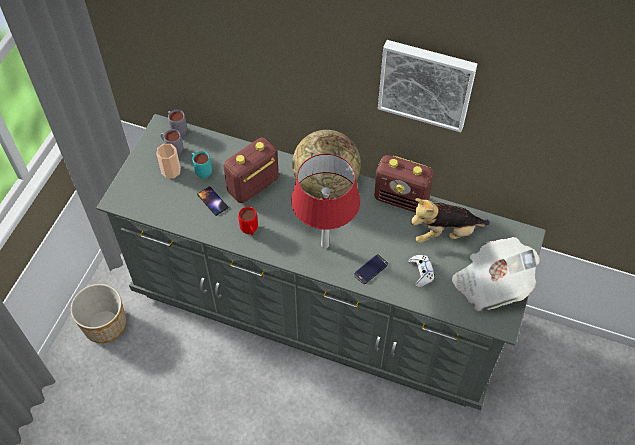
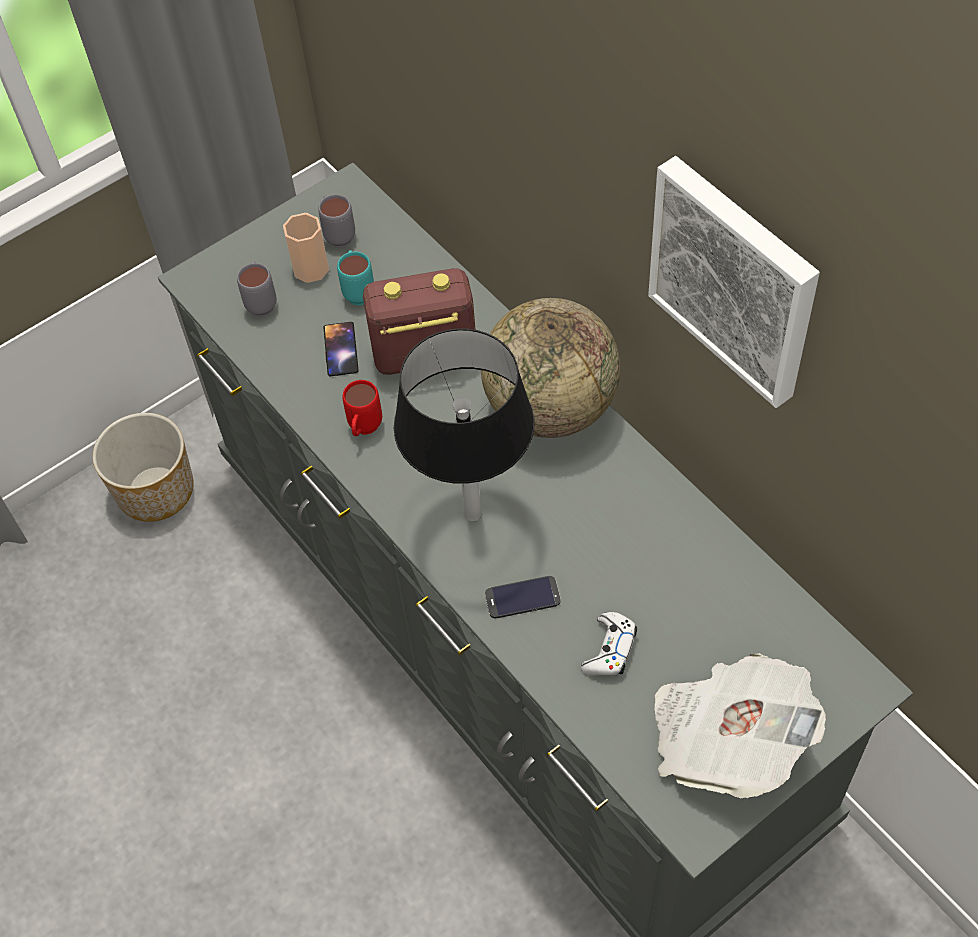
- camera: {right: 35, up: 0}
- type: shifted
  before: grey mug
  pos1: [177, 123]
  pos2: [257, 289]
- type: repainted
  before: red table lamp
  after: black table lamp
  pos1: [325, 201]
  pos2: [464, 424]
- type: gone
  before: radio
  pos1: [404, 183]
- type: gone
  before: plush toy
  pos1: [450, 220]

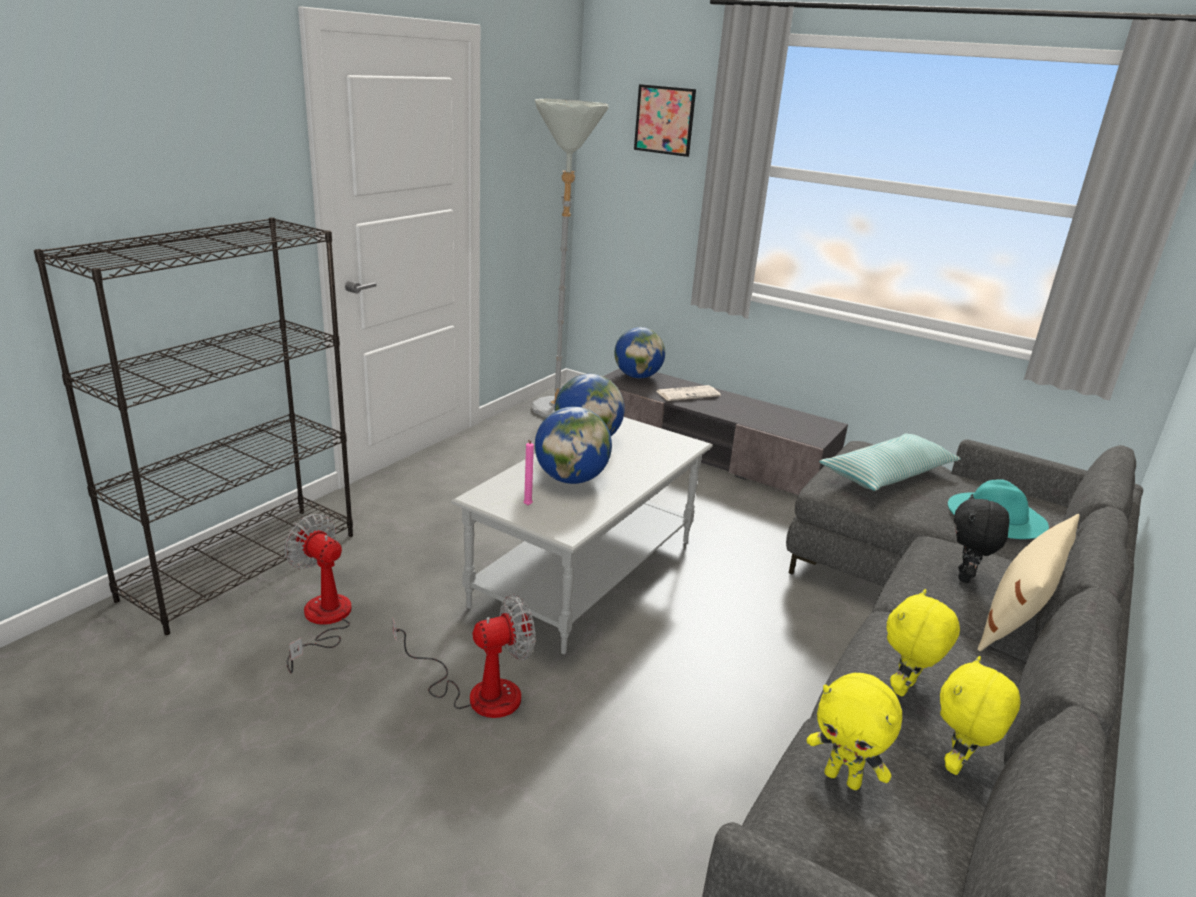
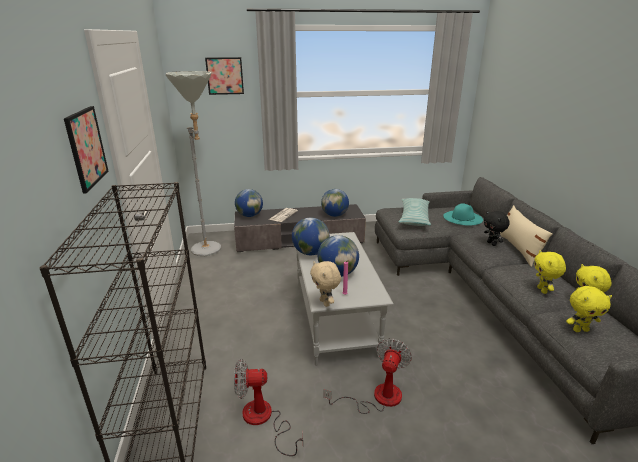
- camera: {right: -40, up: 0}
- type: new
  after: picture
  pos2: [86, 150]
- type: new
  after: beige plush toy
  pos2: [325, 284]
- type: new
  after: globe
  pos2: [335, 203]

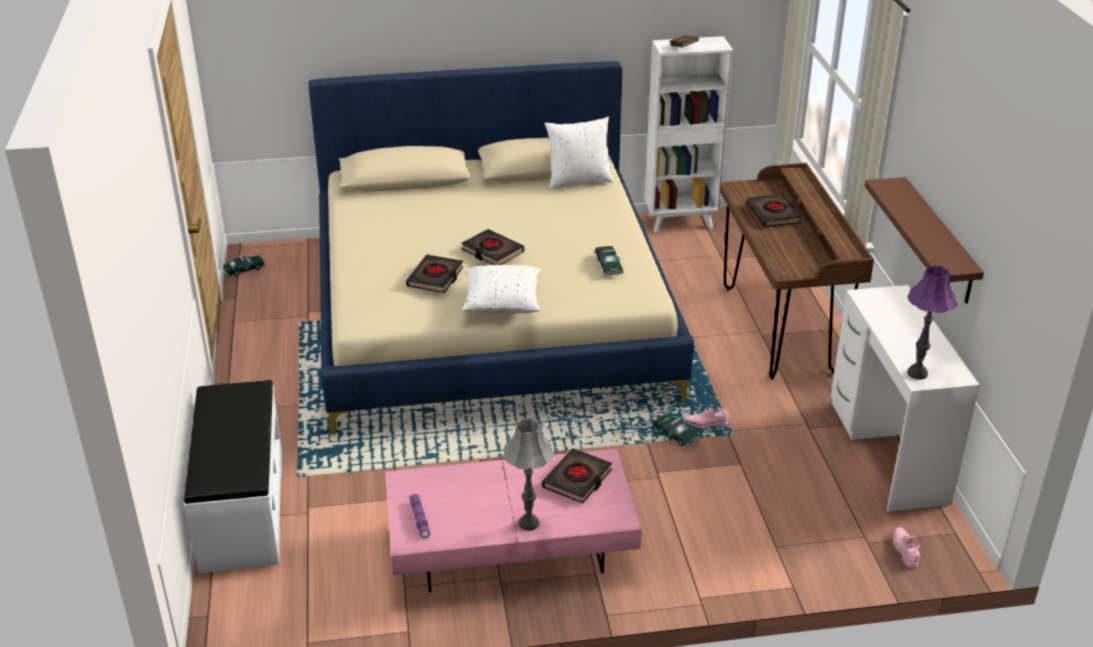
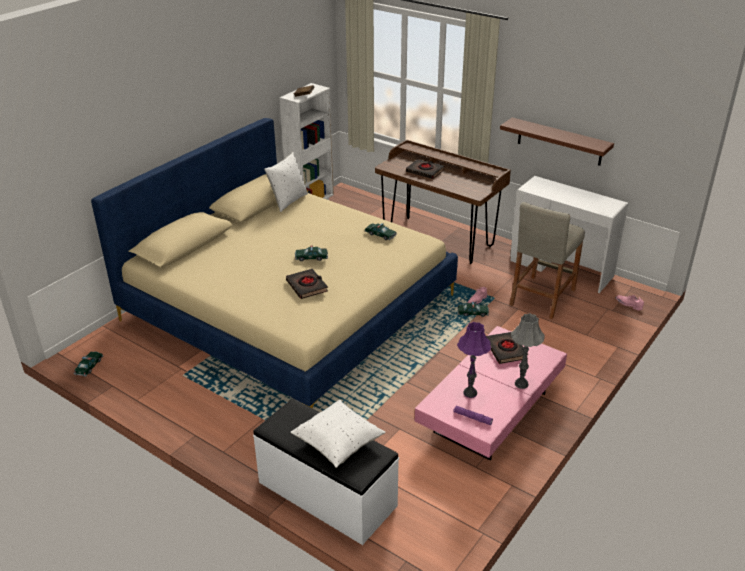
- camera: {right: -45, up: 0}
- type: swapped
  before: black book
  after: toy car
  pos1: [492, 247]
  pos2: [311, 253]
- type: shifted
  before: white pillow
  pos1: [501, 289]
  pos2: [338, 434]
- type: shifted
  before: purple table lamp
  pos1: [932, 322]
  pos2: [474, 360]
- type: new
  after: beige stool
  pos2: [547, 260]

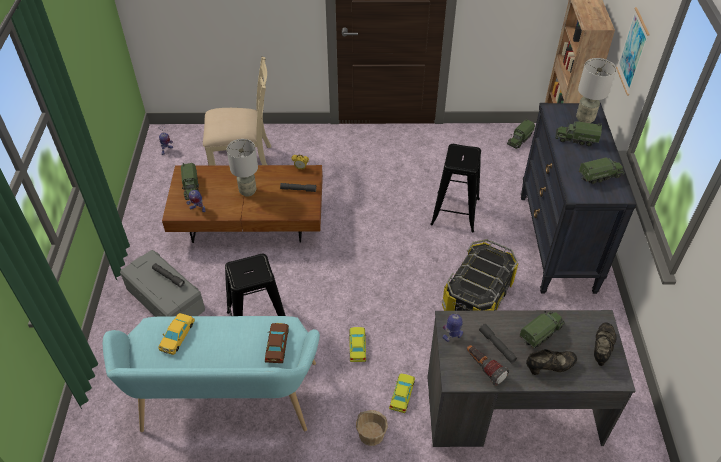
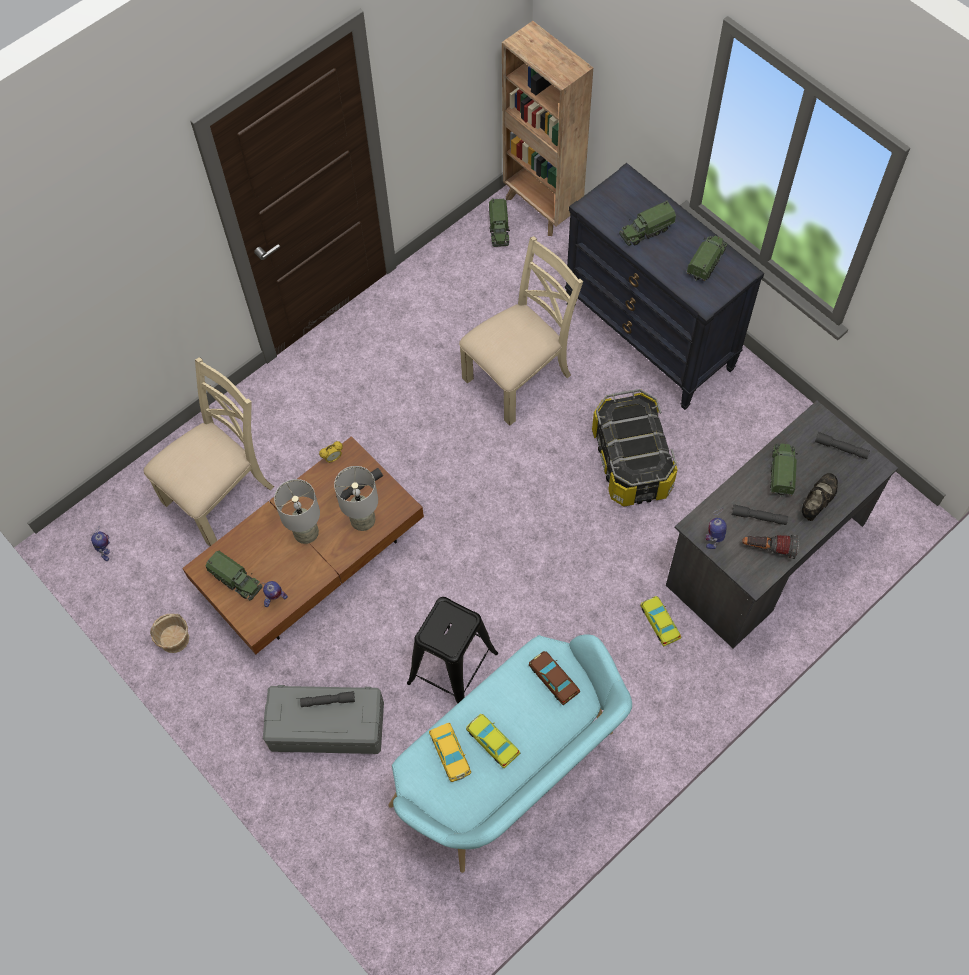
- camera: {right: -40, up: 15}
- type: shifted
  before: yellow toy car
  pos1: [357, 344]
  pos2: [493, 741]
- type: shifted
  before: basket
  pos1: [372, 428]
  pos2: [169, 633]
- type: swapped
  before: black stool
  after: beige chair
  pos1: [455, 188]
  pos2: [521, 331]
- type: shifted
  before: grey table lamp
  pos1: [596, 90]
  pos2: [356, 498]
- type: swapped
  before: black shoe
  after: grey flashlight
  pos1: [605, 344]
  pos2: [842, 445]
- type: gone
  before: picture
  pos1: [633, 51]

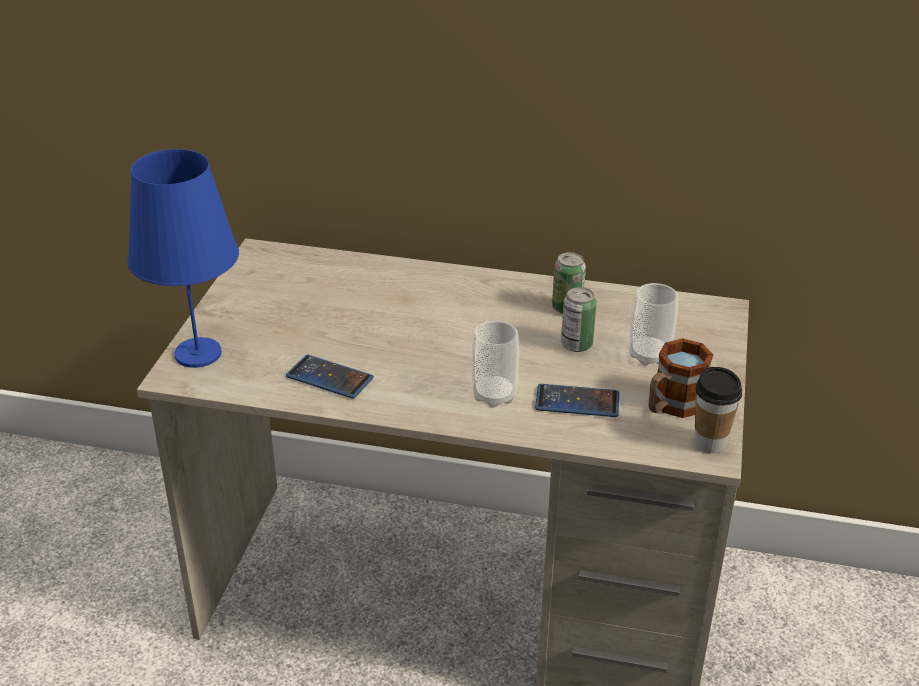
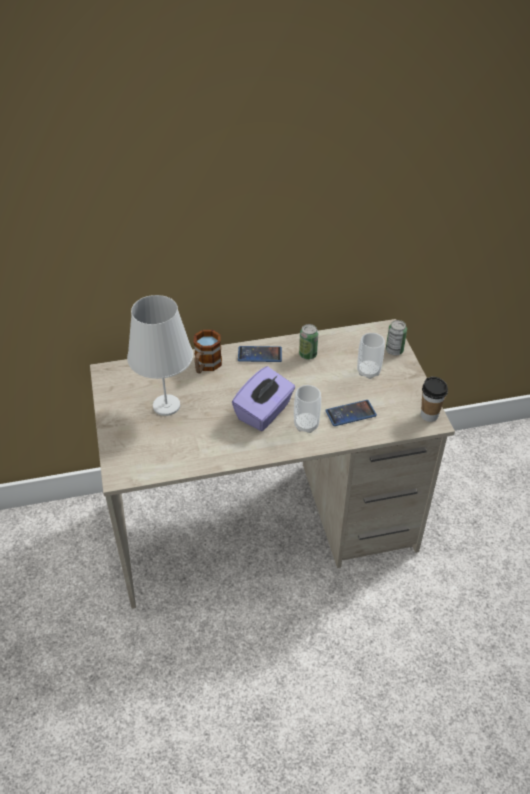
- camera: {right: -25, up: 10}
- type: gone
  before: blue table lamp
  pos1: [183, 258]
- type: shifted
  before: phone
  pos1: [330, 377]
  pos2: [260, 354]
- type: shifted
  before: can
  pos1: [579, 319]
  pos2: [396, 337]
- type: shifted
  before: mug
  pos1: [681, 378]
  pos2: [208, 351]
- type: new
  after: white table lamp
  pos2: [160, 355]
- type: new
  after: purple tissue box
  pos2: [263, 398]

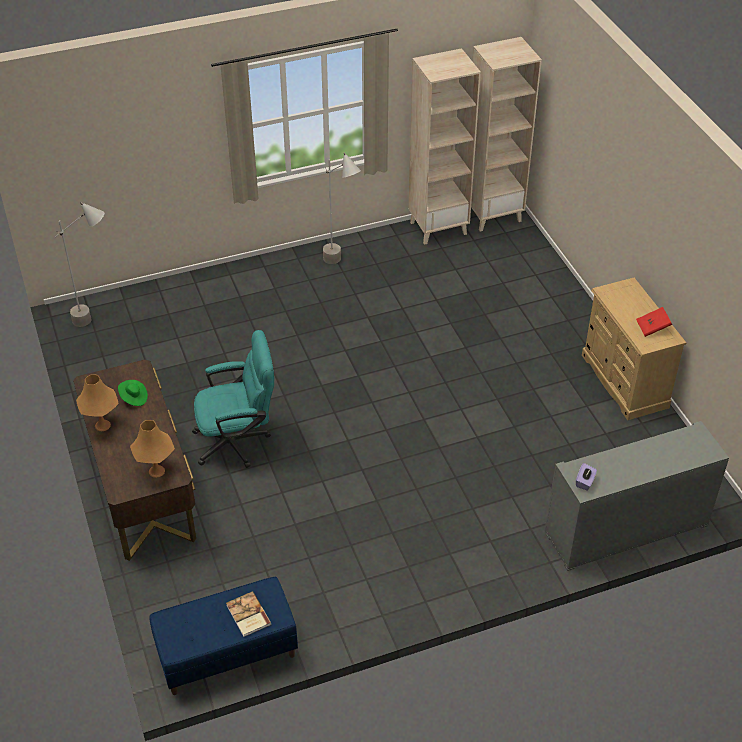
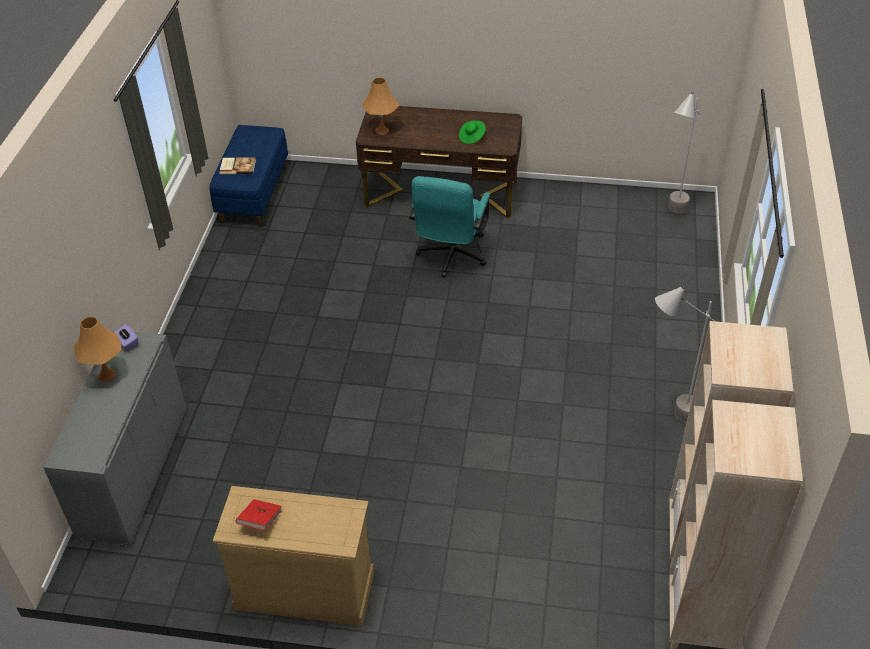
- camera: {right: 120, up: 0}
- type: shifted
  before: orange table lamp
  pos1: [97, 402]
  pos2: [98, 349]

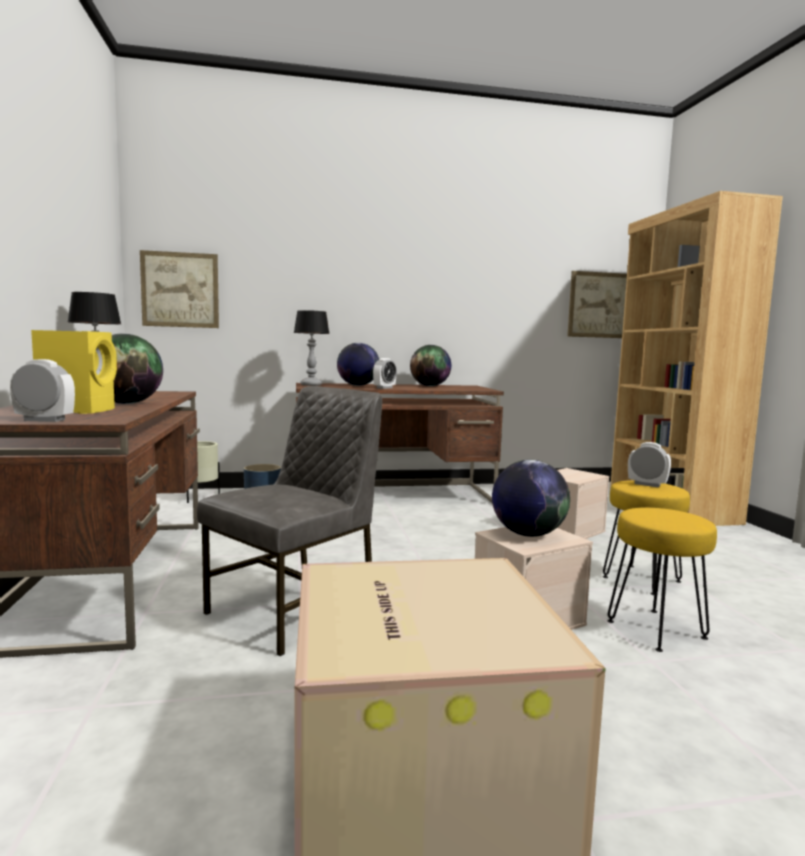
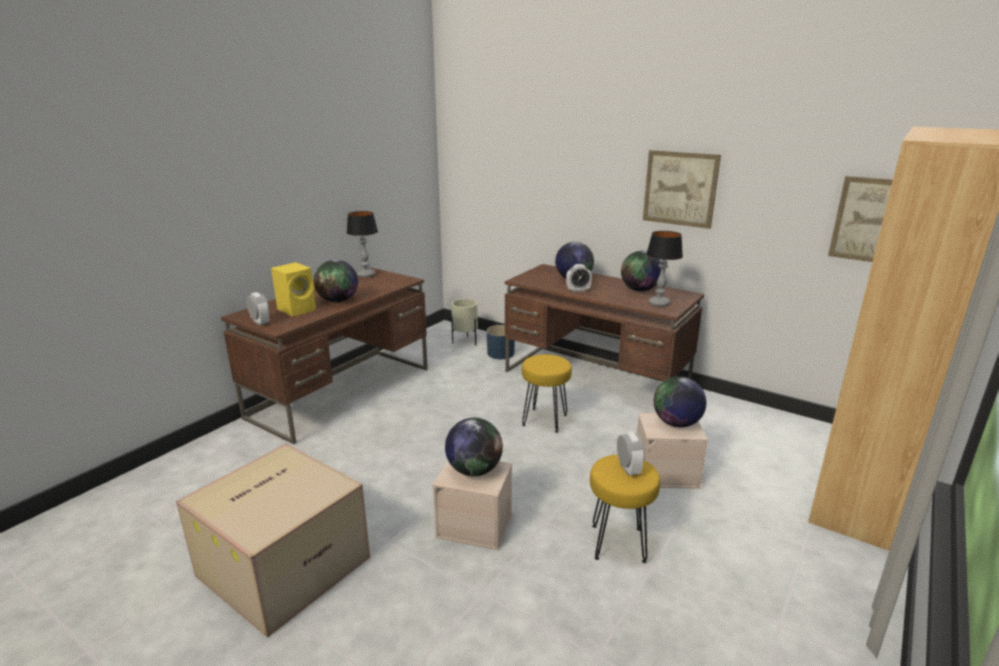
- camera: {right: 45, up: 15}
- type: shifted
  before: picture
  pos1: [179, 289]
  pos2: [682, 189]
- type: gone
  before: grey chair
  pos1: [289, 521]
- type: shifted
  before: table lamp
  pos1: [312, 348]
  pos2: [664, 269]
- type: shifted
  before: yellow stool
  pos1: [662, 580]
  pos2: [547, 393]
- type: new
  after: globe
  pos2: [680, 401]

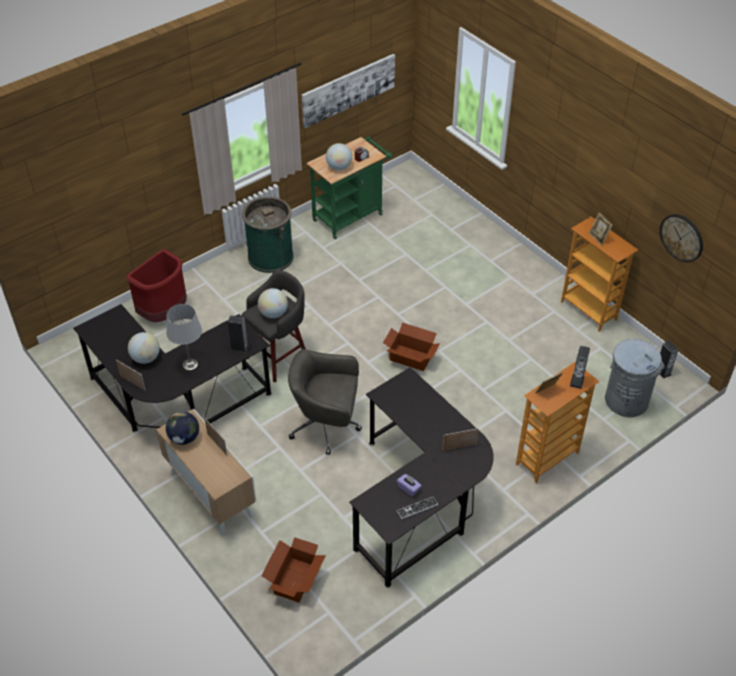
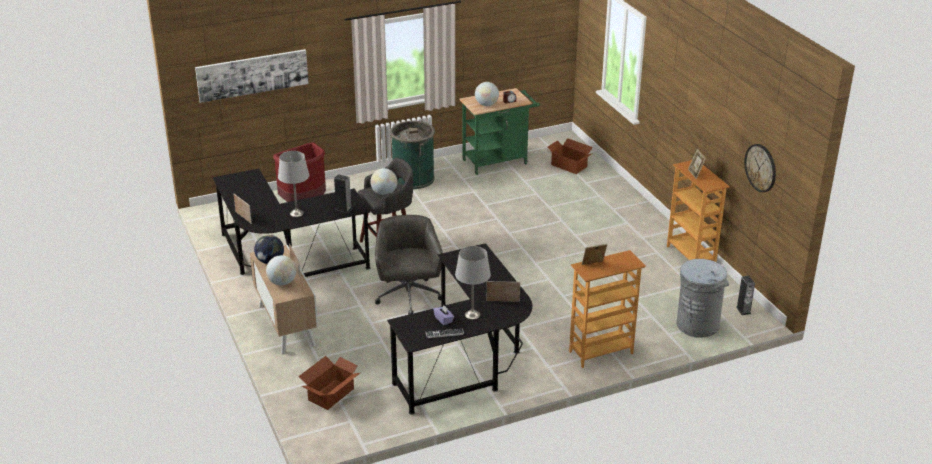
- camera: {right: 15, up: -15}
- type: shifted
  before: globe
  pos1: [144, 348]
  pos2: [281, 270]
- type: rotated
  before: grey office chair
  pos1: [325, 402]
  pos2: [409, 265]
  turn: 60
- type: shifted
  before: picture
  pos1: [348, 91]
  pos2: [252, 76]
- type: shifted
  before: cardboard box
  pos1: [411, 346]
  pos2: [570, 156]
- type: gone
  before: speaker
  pos1: [580, 367]
- type: new
  after: grey table lamp
  pos2: [473, 283]

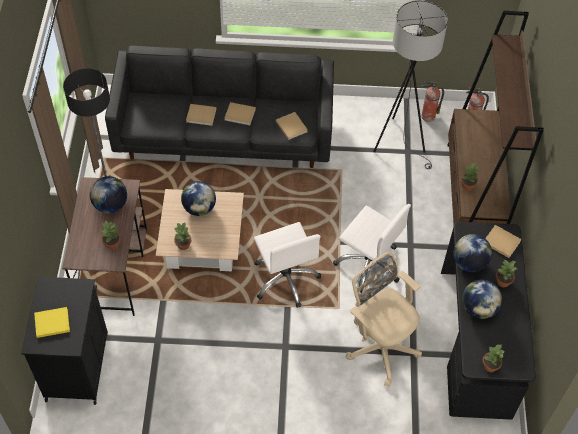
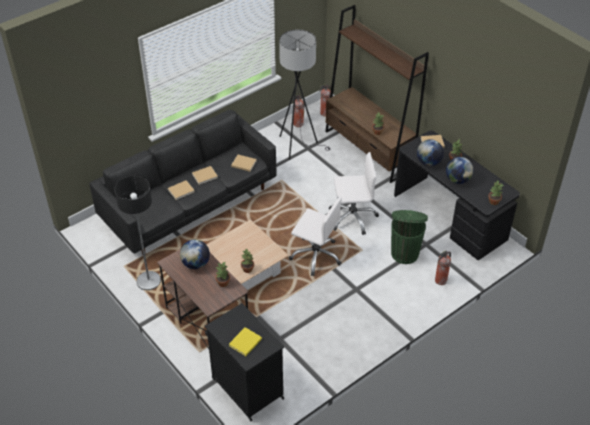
- camera: {right: -40, up: -10}
- type: gone
  before: globe
  pos1: [198, 198]
- type: swapped
  before: beige office chair
  after: green trash can
  pos1: [383, 319]
  pos2: [409, 237]
- type: new
  after: fire extinguisher
  pos2: [443, 268]

